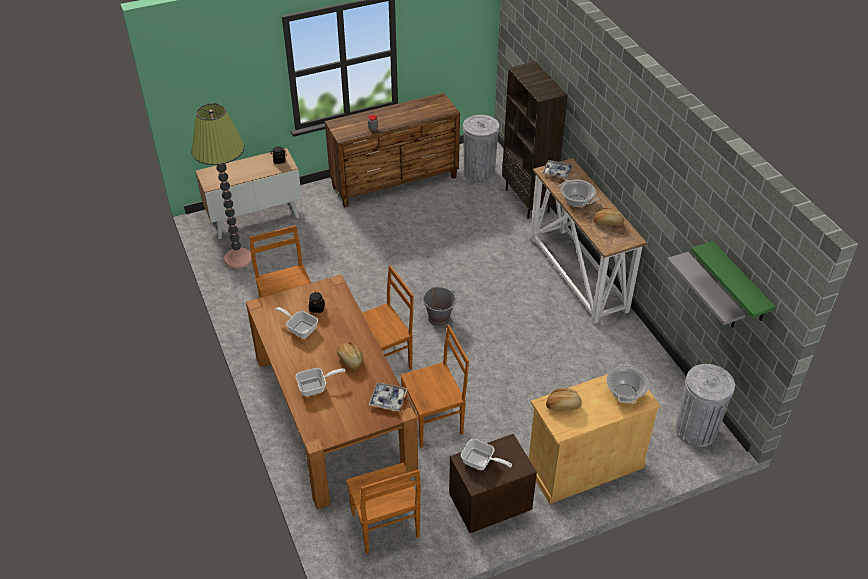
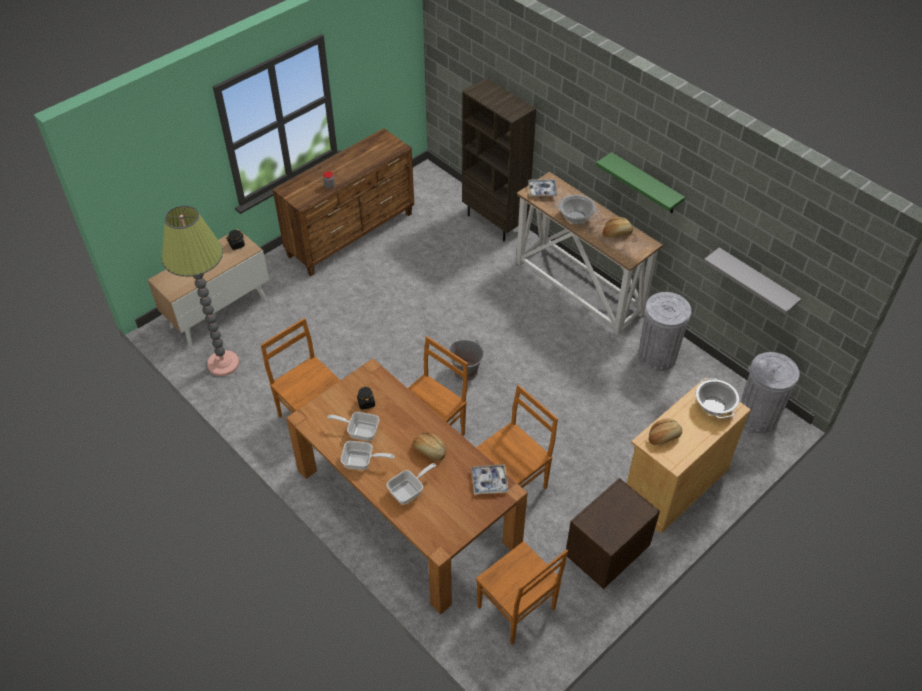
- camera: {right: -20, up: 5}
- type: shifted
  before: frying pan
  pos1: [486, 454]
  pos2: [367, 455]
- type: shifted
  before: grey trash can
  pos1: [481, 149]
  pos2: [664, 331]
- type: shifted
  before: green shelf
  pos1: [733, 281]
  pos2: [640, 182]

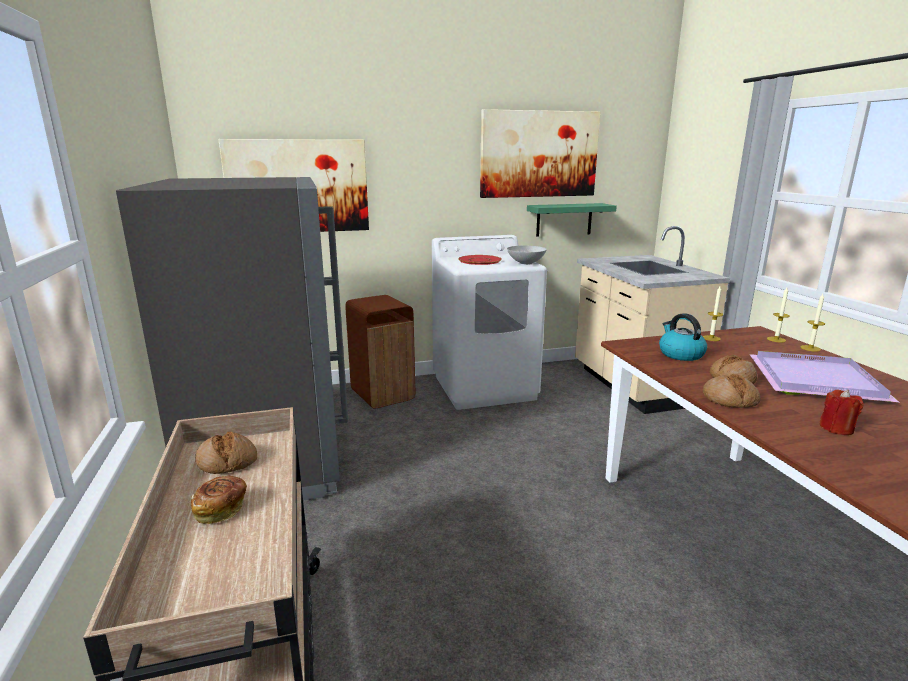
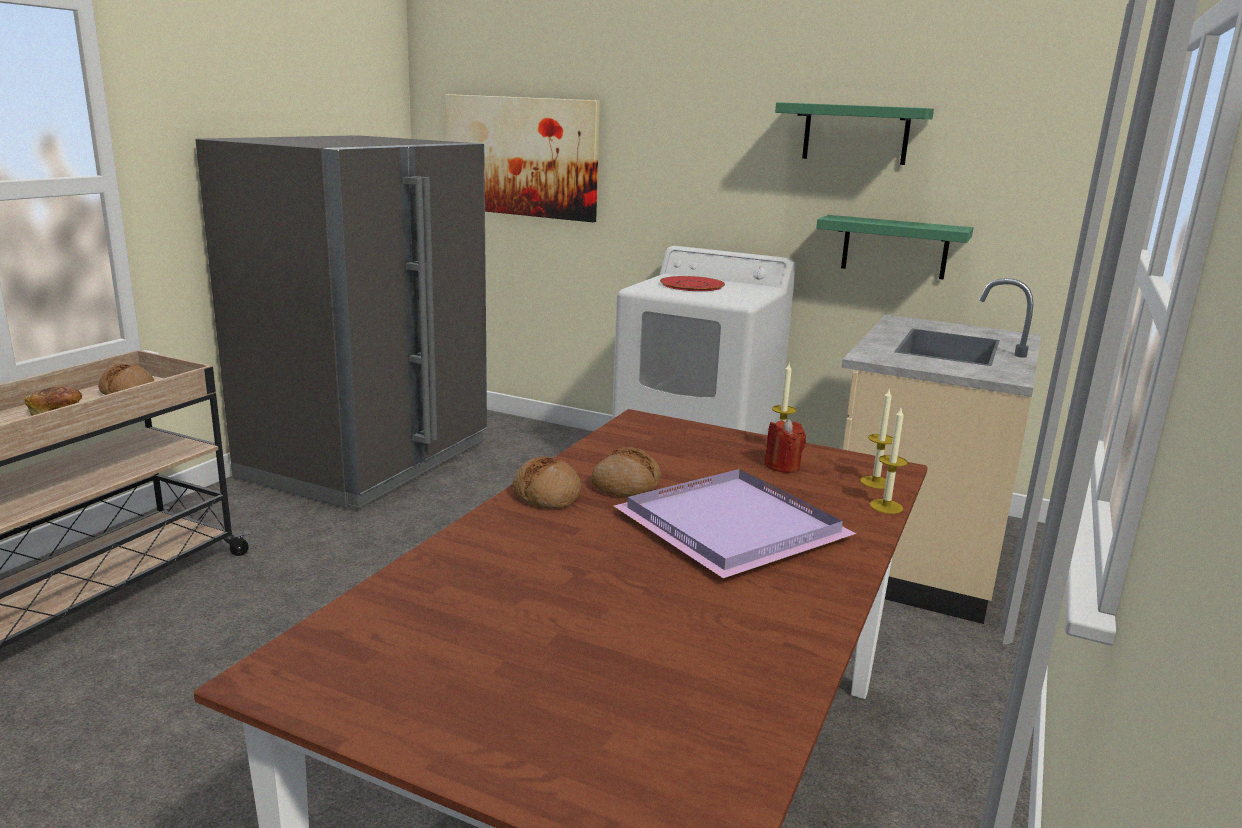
- camera: {right: 40, up: 0}
- type: gone
  before: brown trash can
  pos1: [380, 352]
- type: swapped
  before: picture
  after: green shelf
  pos1: [540, 153]
  pos2: [854, 133]
- type: gone
  before: grey bowl
  pos1: [527, 255]
- type: gone
  before: kettle
  pos1: [683, 337]
- type: shifted
  before: red candle
  pos1: [842, 412]
  pos2: [785, 446]

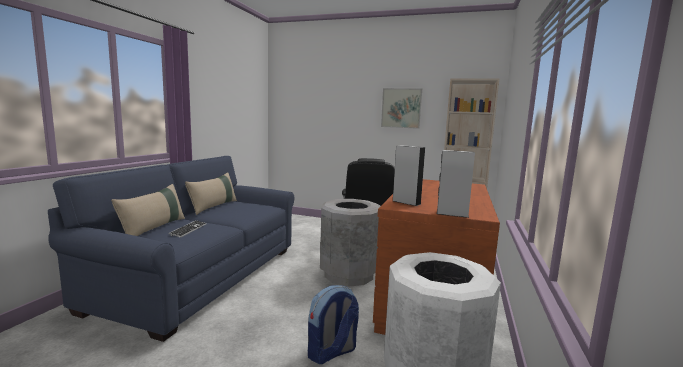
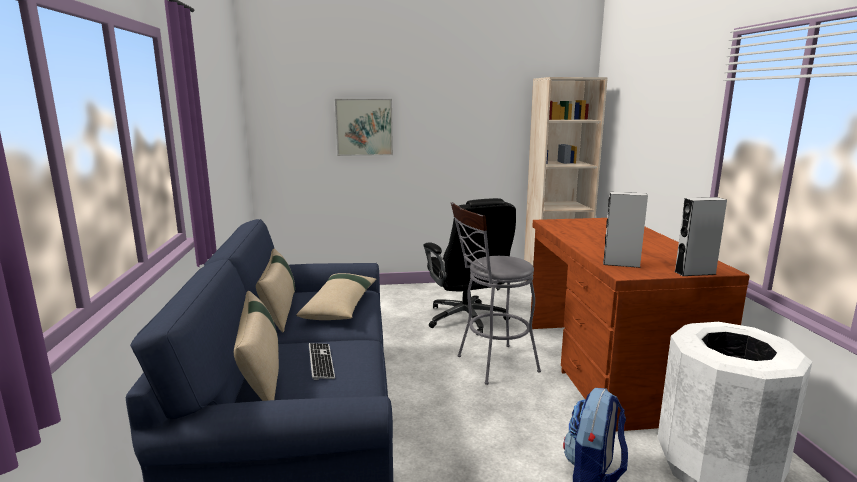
- camera: {right: -25, up: 5}
- type: swapped
  before: grey trash can
  after: grey stool
  pos1: [350, 243]
  pos2: [496, 293]
- type: shifted
  before: picture
  pos1: [401, 108]
  pos2: [364, 127]
- type: new
  after: beige pillow
  pos2: [336, 296]

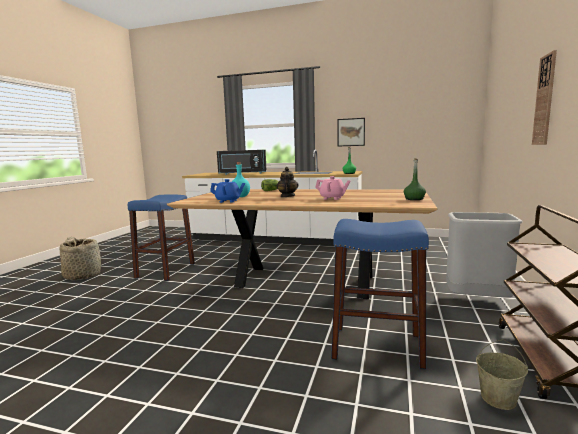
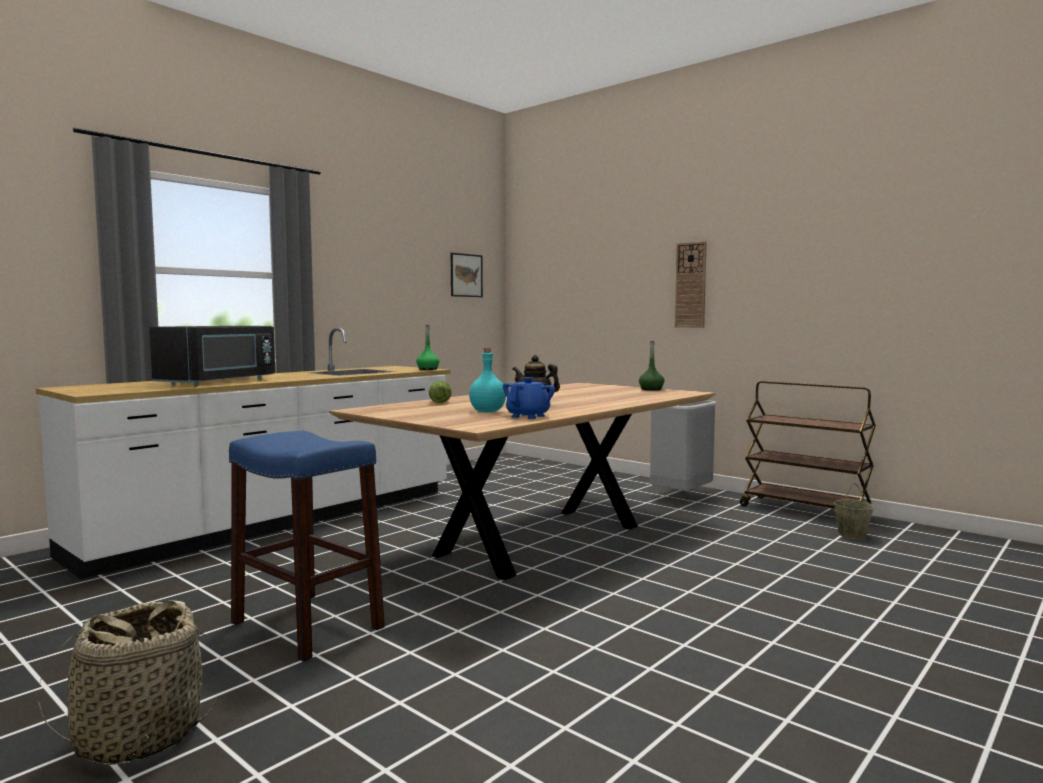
- camera: {right: -65, up: -5}
- type: gone
  before: pink teapot
  pos1: [332, 188]
- type: gone
  before: blue stool
  pos1: [380, 294]
- type: shifted
  before: picture
  pos1: [351, 132]
  pos2: [467, 275]

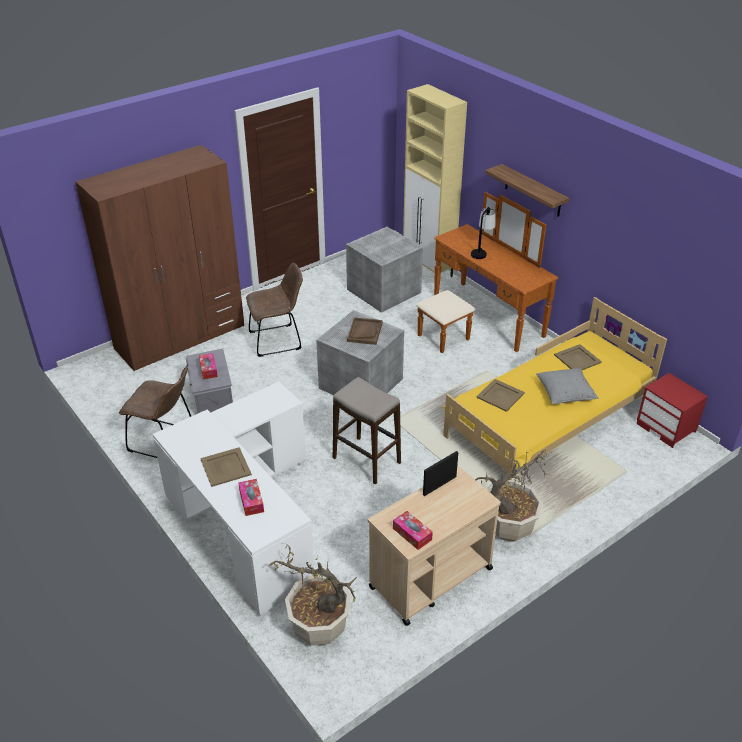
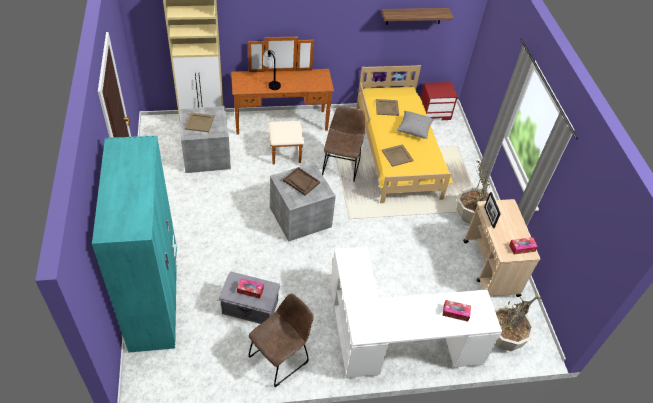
- camera: {right: -65, up: 10}
- type: repainted
  before: brown wardrobe
  after: turquoise wardrobe
  pos1: [159, 258]
  pos2: [134, 244]
- type: shifted
  before: beige tray
  pos1: [226, 467]
  pos2: [199, 122]
- type: shifted
  before: brown chair
  pos1: [274, 310]
  pos2: [343, 144]
- type: gone
  before: stool
  pos1: [367, 431]
- type: shifted
  before: shelf
  pos1: [527, 190]
  pos2: [417, 16]

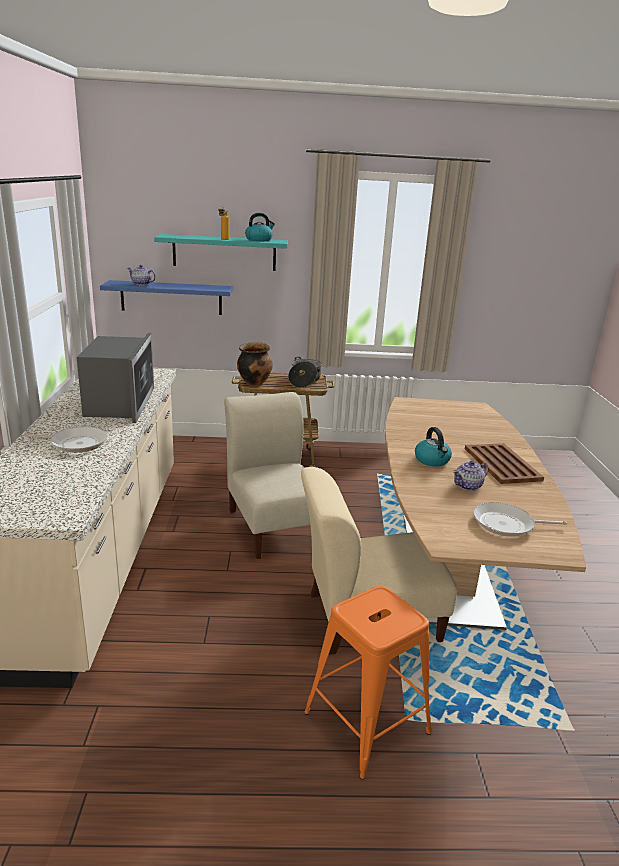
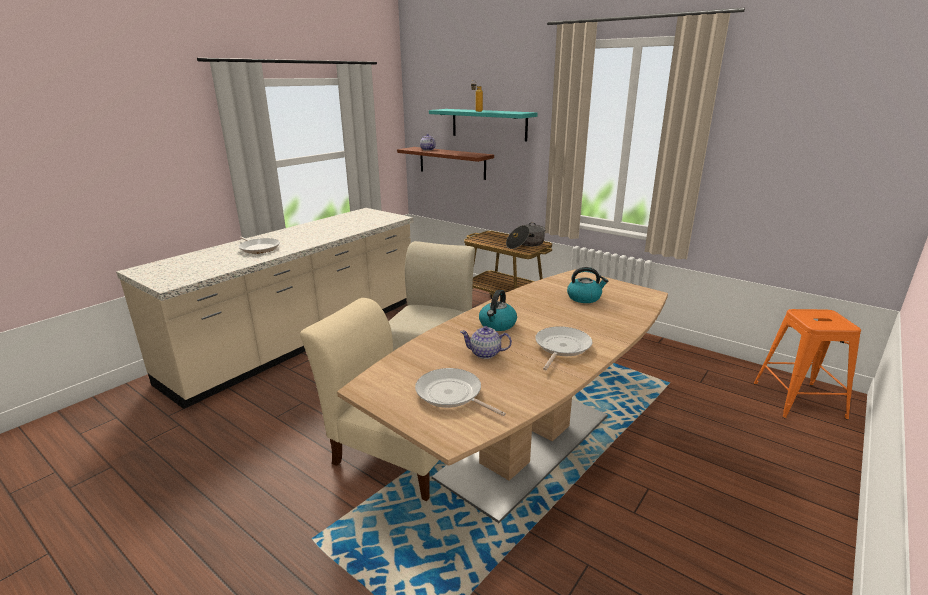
- camera: {right: 40, up: 0}
- type: gone
  before: microwave
  pos1: [115, 378]
- type: repainted
  before: blue shelf
  after: brown shelf
  pos1: [166, 297]
  pos2: [445, 163]
- type: gone
  before: cooking pot
  pos1: [255, 364]
- type: shifted
  before: kettle
  pos1: [260, 227]
  pos2: [587, 285]
- type: shifted
  before: orange stool
  pos1: [367, 682]
  pos2: [807, 364]
- type: swapped
  before: brown tray
  after: frying pan
  pos1: [504, 463]
  pos2: [564, 348]

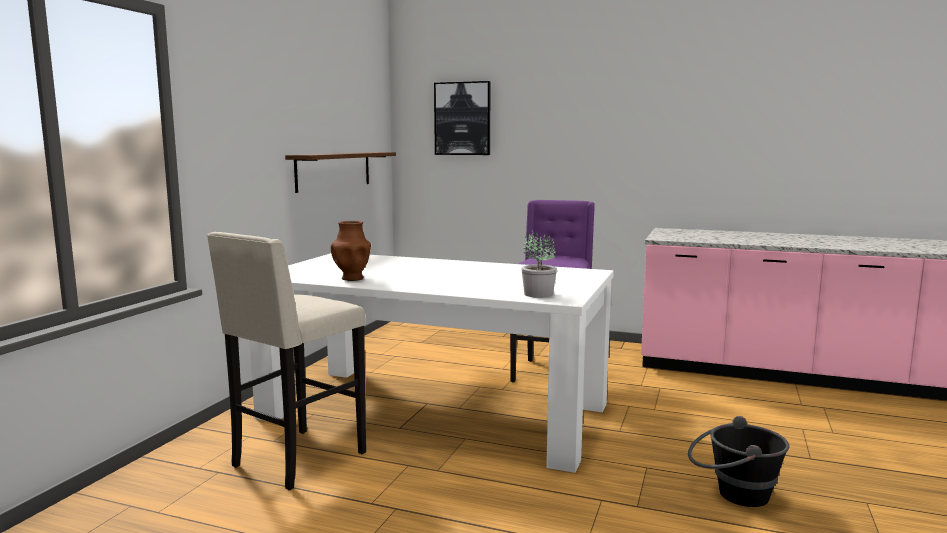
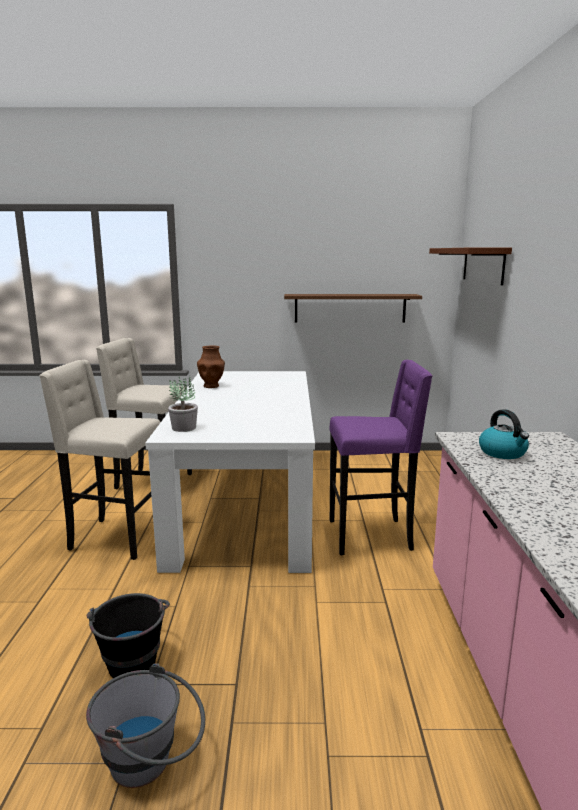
- camera: {right: 70, up: 5}
- type: swapped
  before: picture
  after: brown shelf
  pos1: [462, 118]
  pos2: [470, 266]
- type: new
  after: beige stool
  pos2: [100, 460]
- type: new
  after: grey bucket
  pos2: [145, 725]
- type: new
  after: kettle
  pos2: [504, 434]

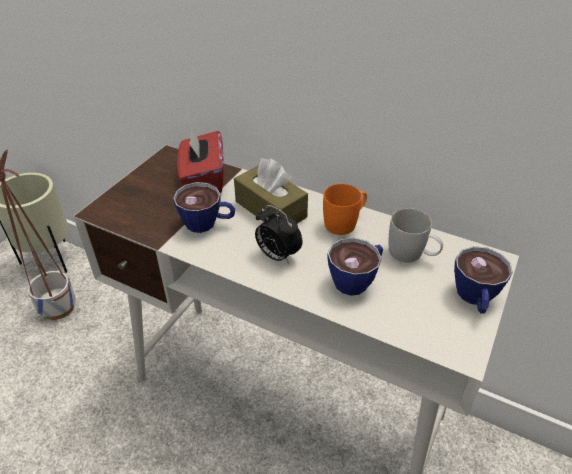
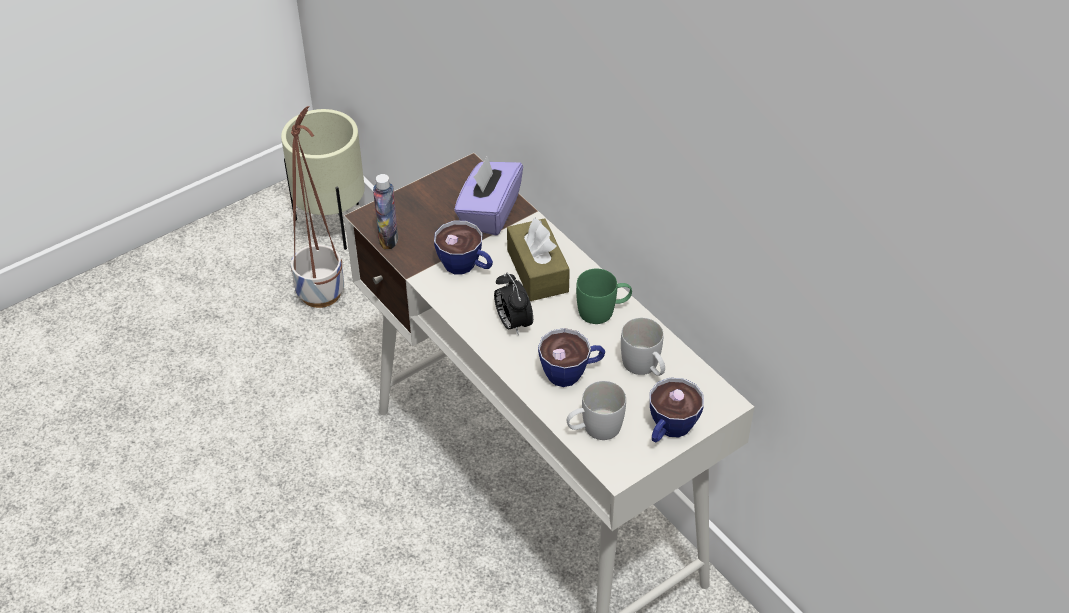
- camera: {right: 25, up: 5}
- type: repainted
  before: red tissue box
  after: purple tissue box
  pos1: [201, 160]
  pos2: [488, 196]
- type: repainted
  before: orange mug
  after: green mug
  pos1: [345, 209]
  pos2: [604, 296]
- type: new
  after: bottle
  pos2: [385, 211]
- type: new
  after: white mug
  pos2: [596, 410]

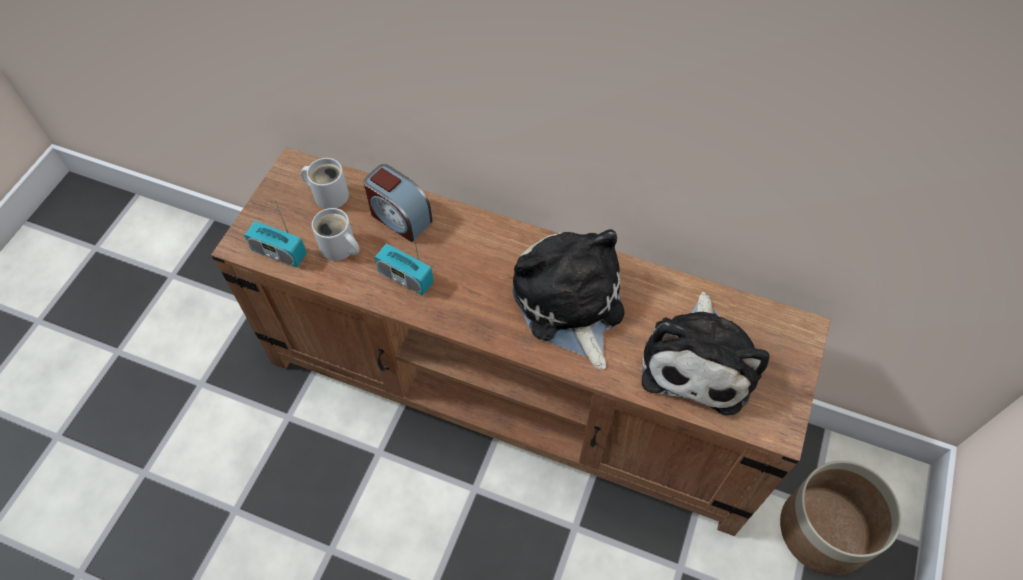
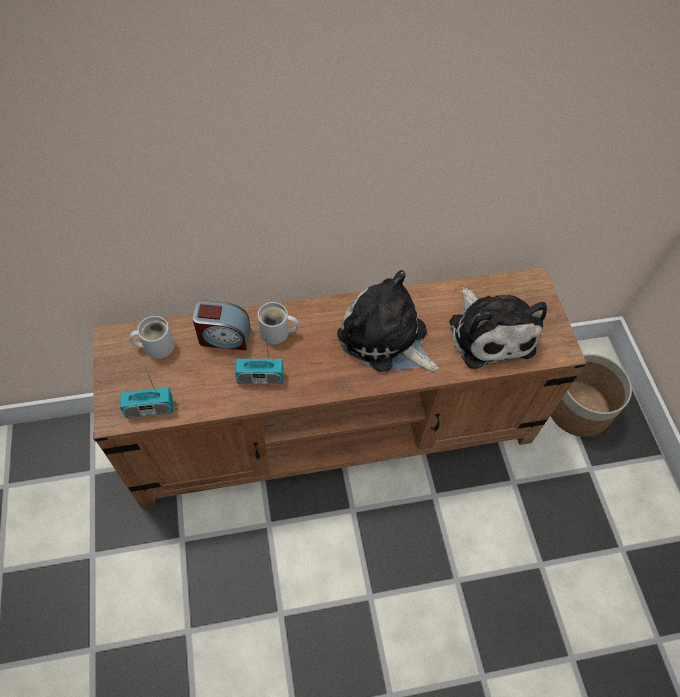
- camera: {right: -35, up: 0}
- type: shifted
  before: white mug
  pos1: [336, 234]
  pos2: [278, 323]

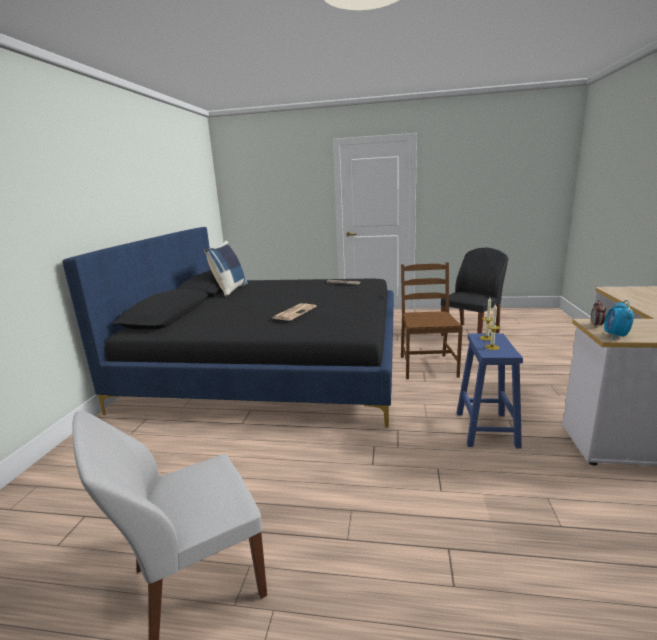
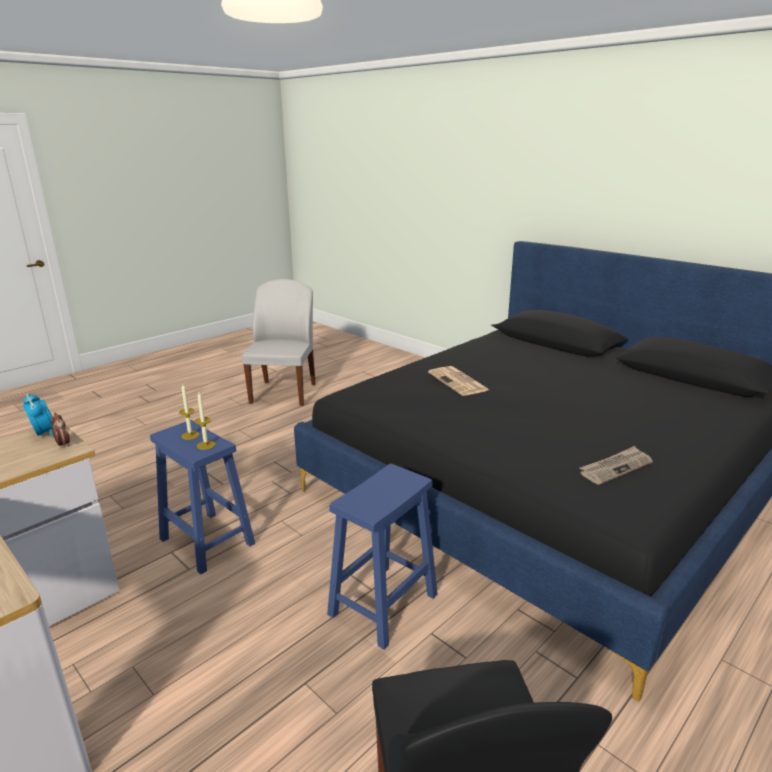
- camera: {right: 125, up: 5}
- type: gone
  before: blue pillow
  pos1: [226, 269]
- type: swapped
  before: brown chair
  after: blue stool
  pos1: [432, 320]
  pos2: [382, 556]

